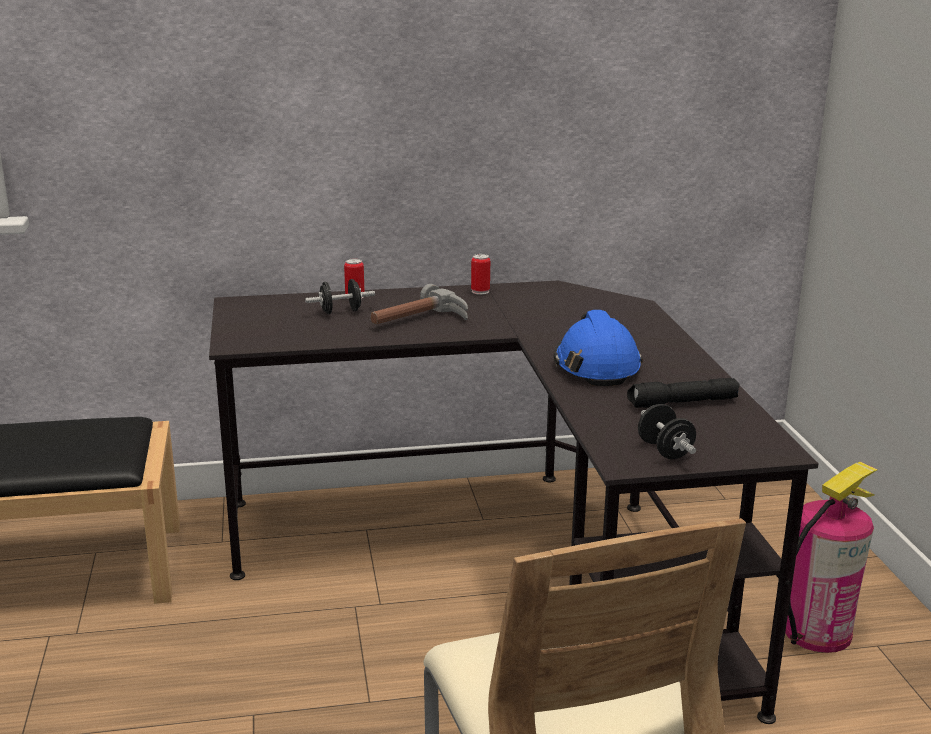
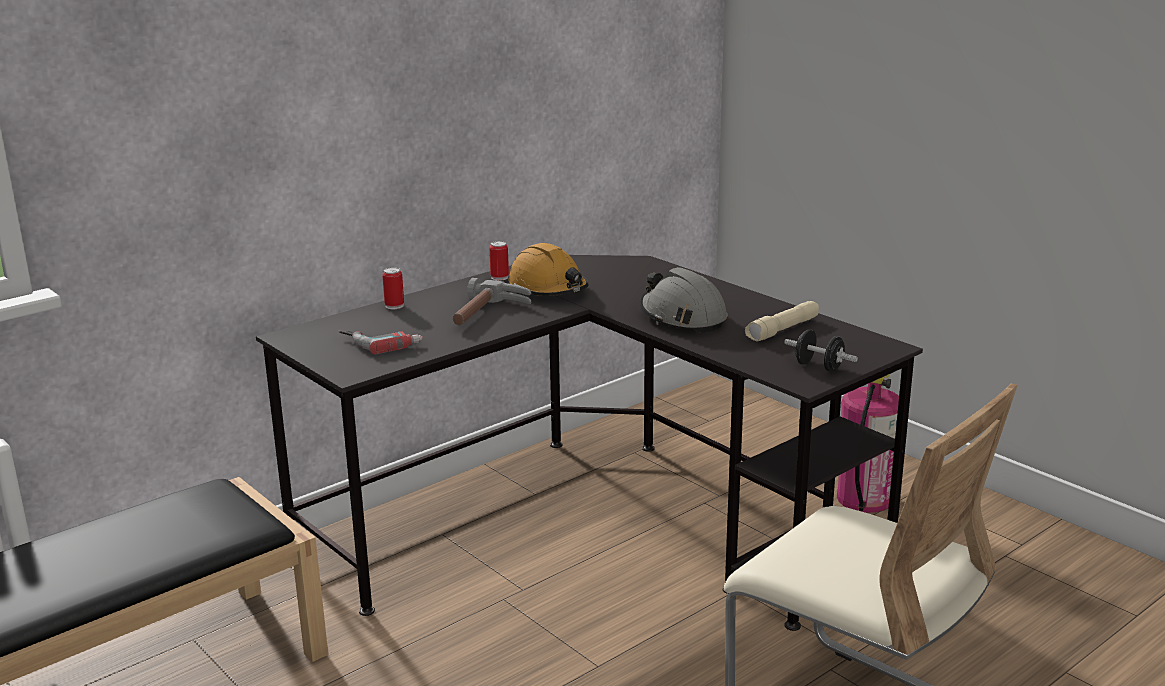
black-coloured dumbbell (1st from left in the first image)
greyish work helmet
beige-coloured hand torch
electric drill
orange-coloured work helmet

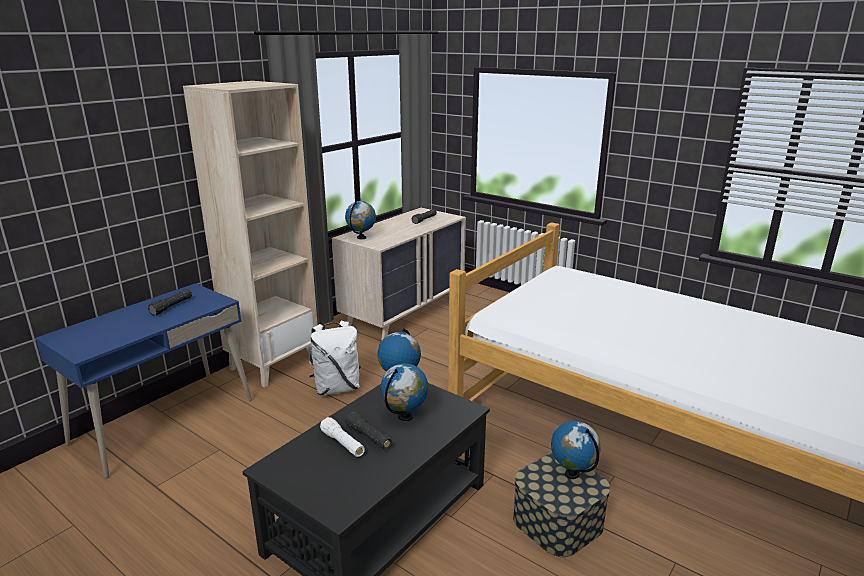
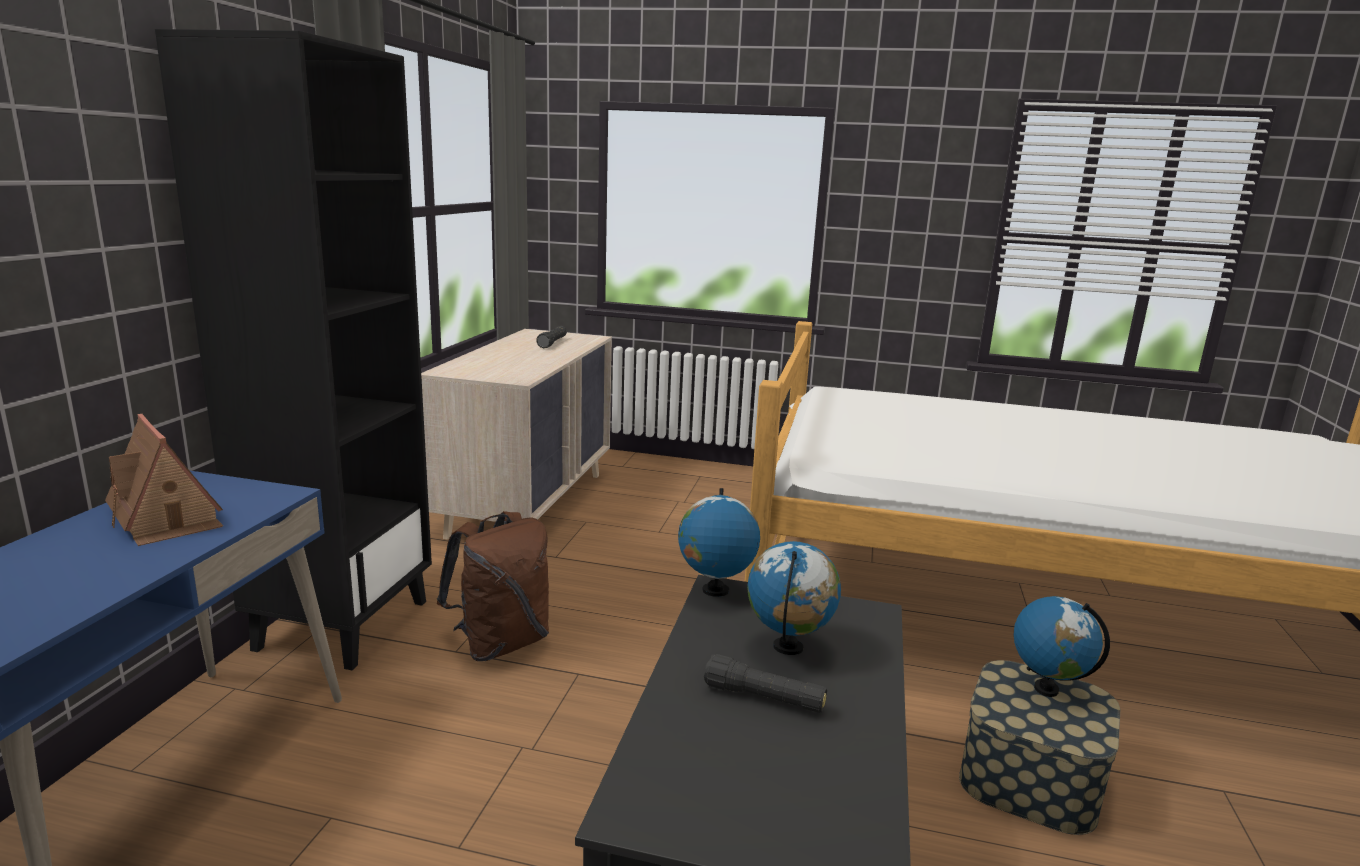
miniature house
black-coloured bookcase
brown knapsack
whitish hand torch
desk globe (1st from left in the first image)

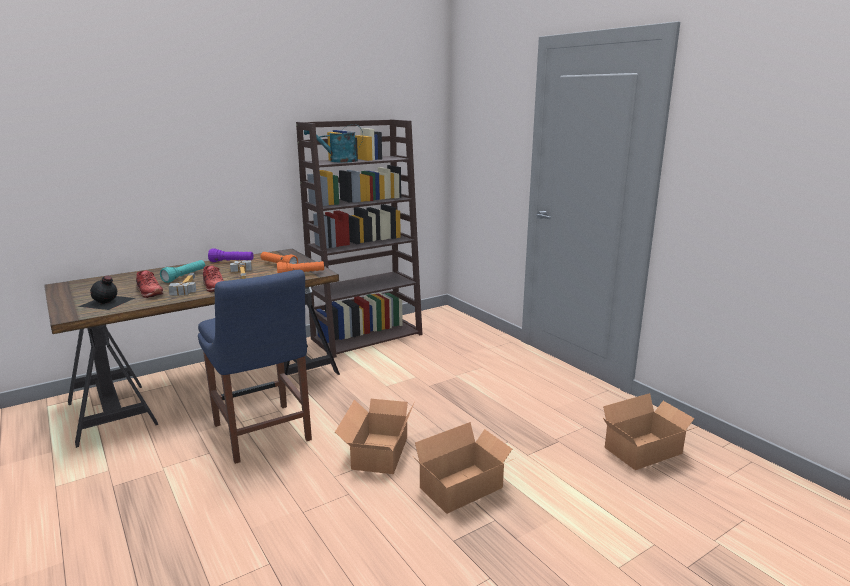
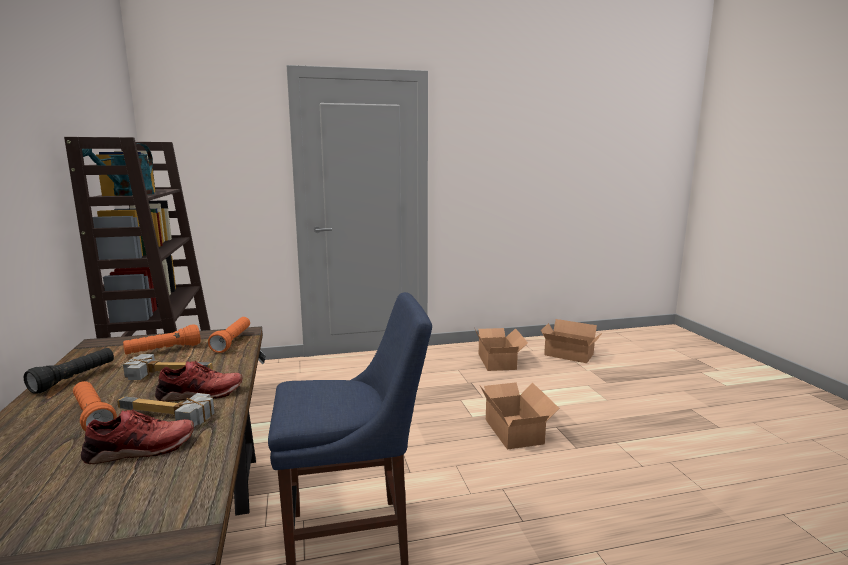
black-coloured beverage bottle
orange-coloured hand torch (1st from left)
black-coloured hand torch
cardboard box (3rd from left)

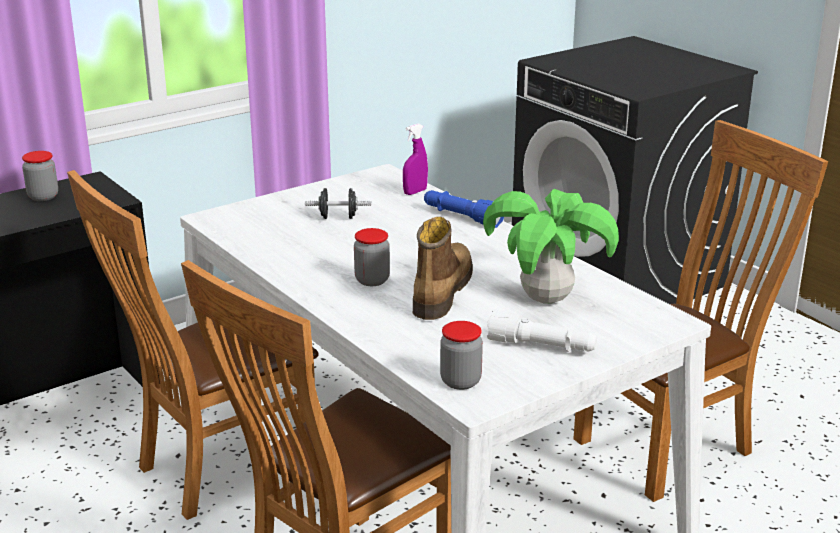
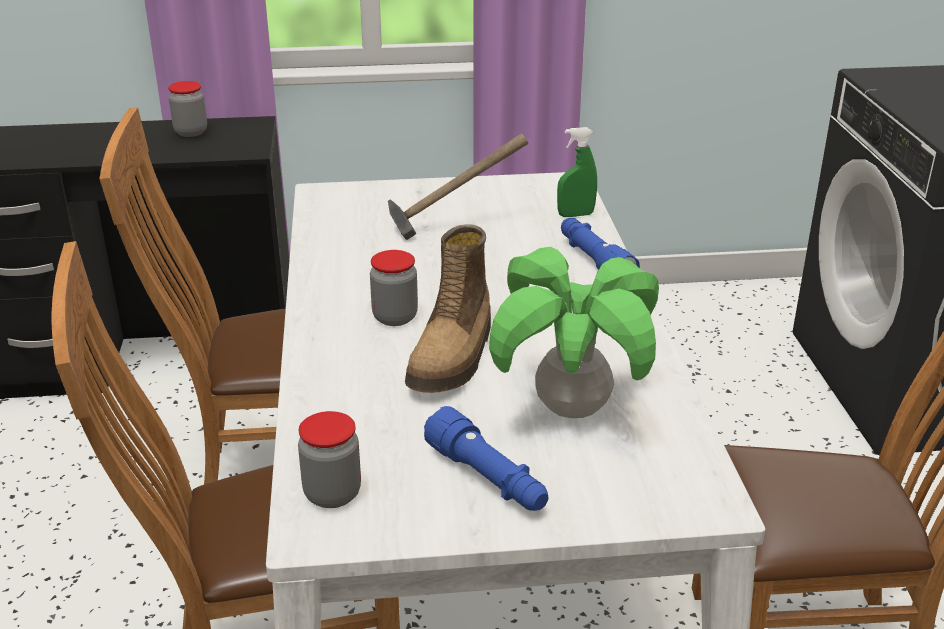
tool hammer
greenish spray bottle
boot
bluish hand torch (1st from left)

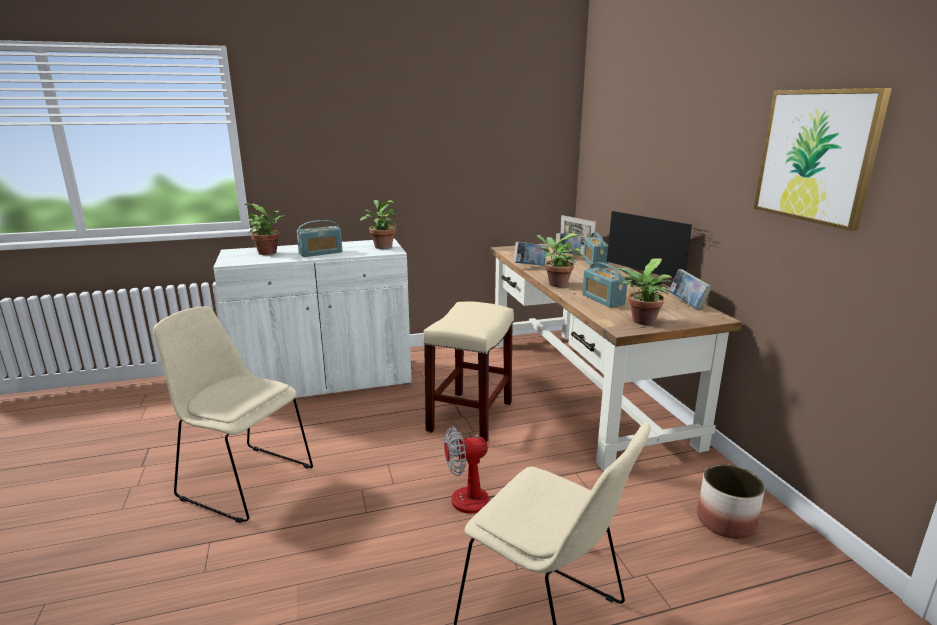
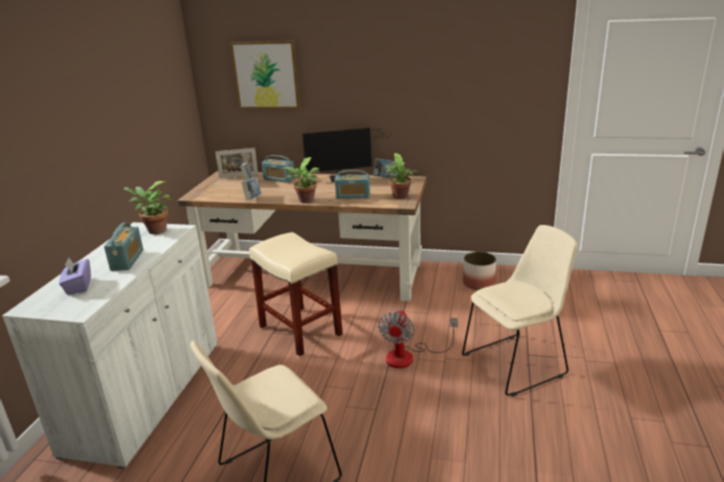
purple-coloured tissue box
wall art

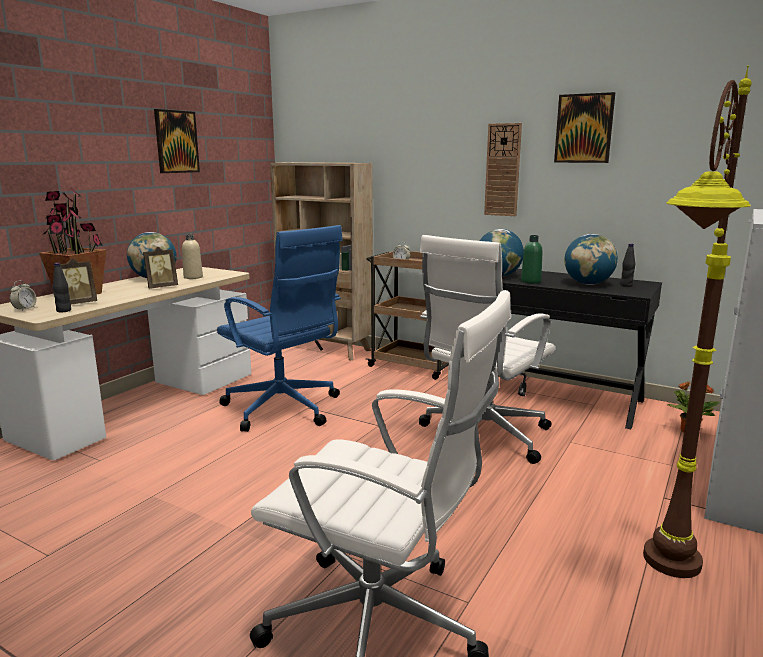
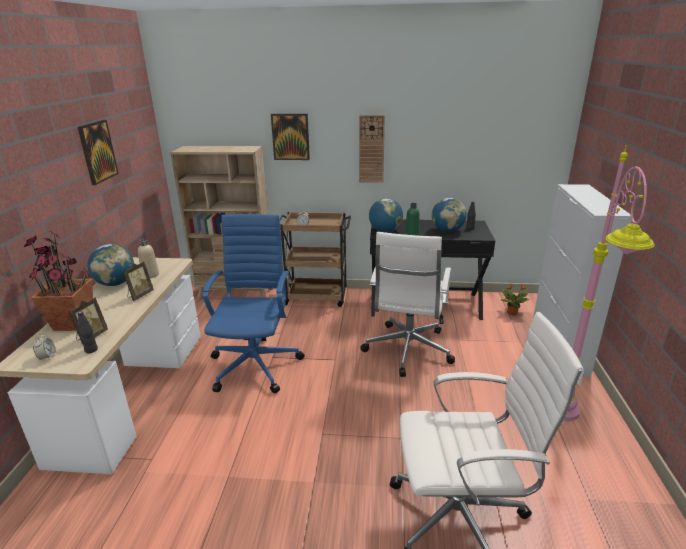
bluish computer chair
wall art (2nd from left)
pinkish standard lamp

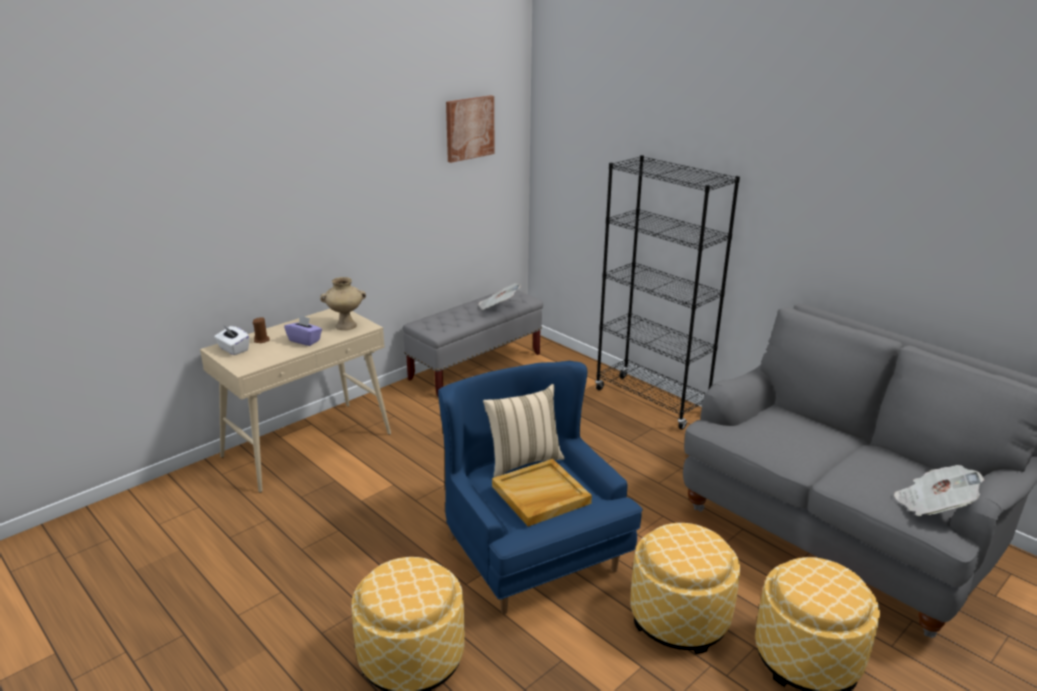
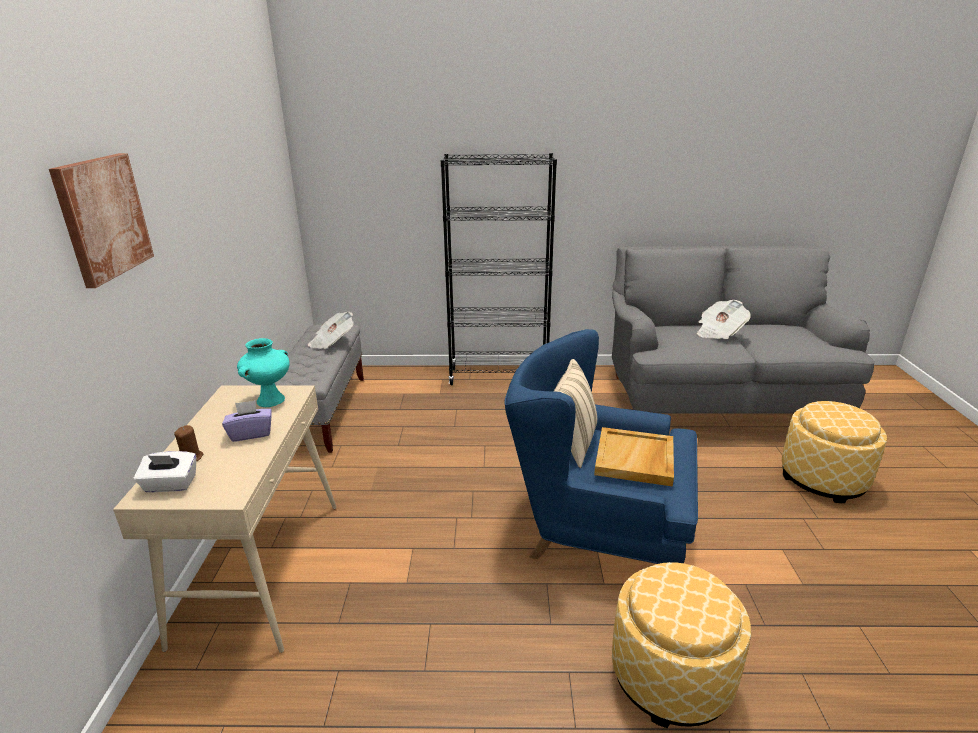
blue-green decorative vase
wall art
pouffe (2nd from left in the first image)
printed paper (2nd from left)

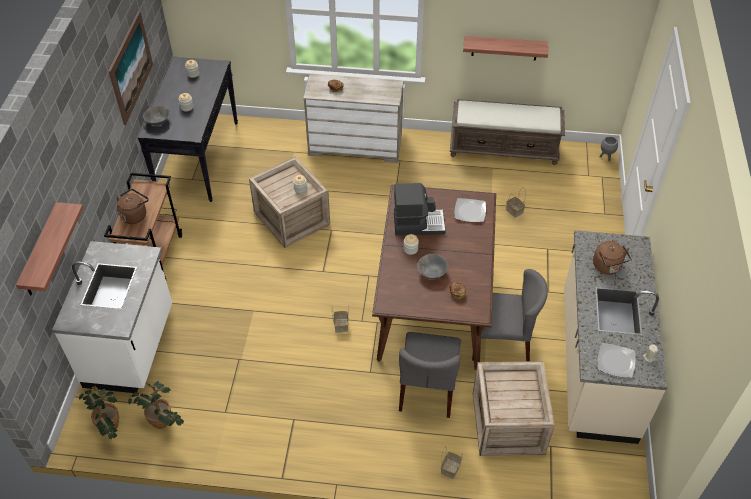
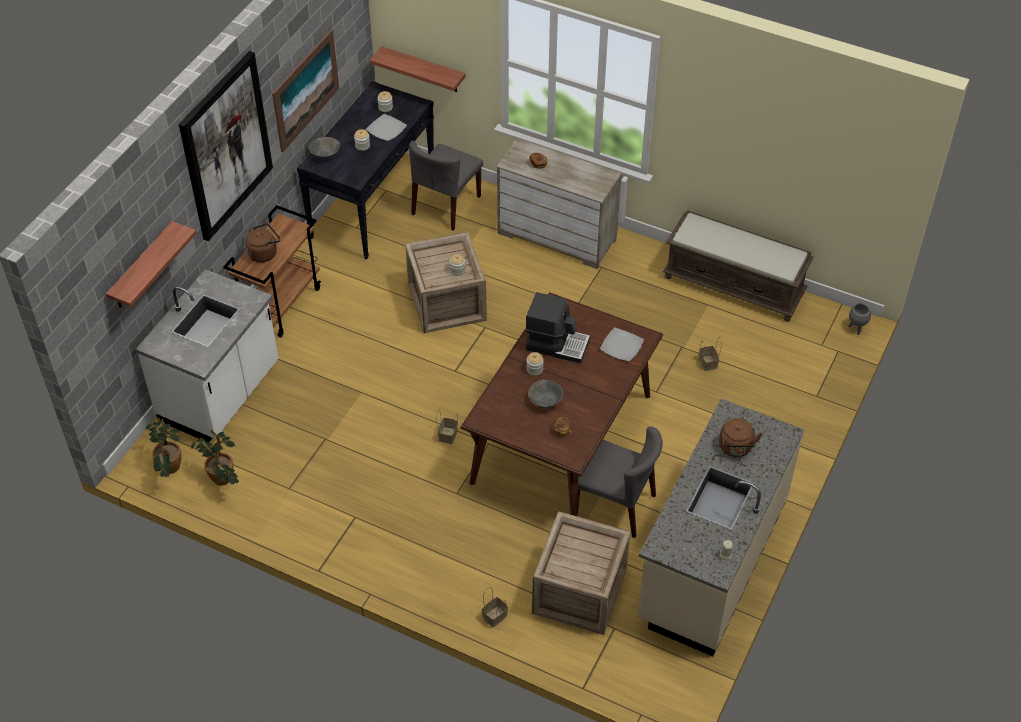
greyish plain chair (1st from left)
wall shelf (2nd from left)
dinner plate (1st from left)
wall art (1st from left)

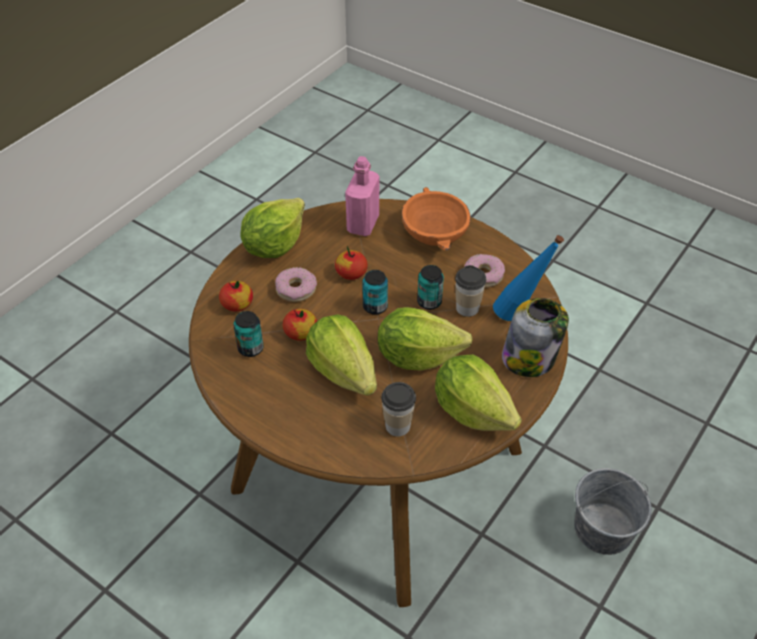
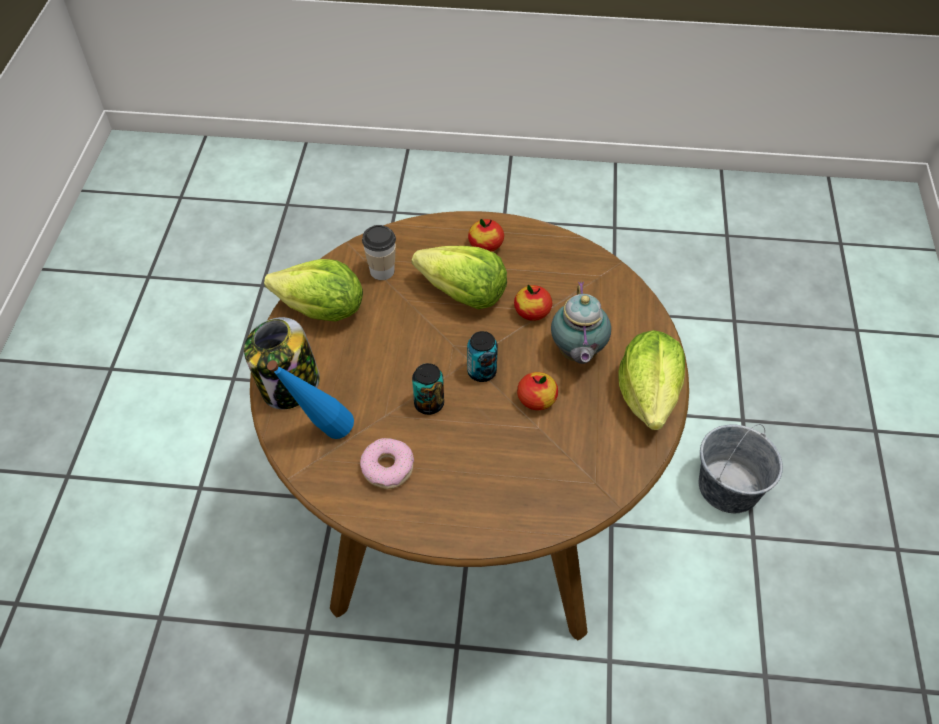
apple fruit (1st from left)
metal can (1st from left in the first image)
teapot
pinkish beverage bottle
lettuce head (3rd from left in the first image)
orange-coloured deep dish
drinking cup (2nd from left in the first image)
greyish water bucket

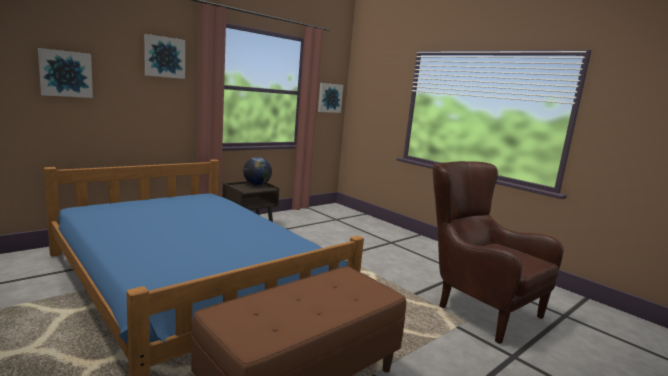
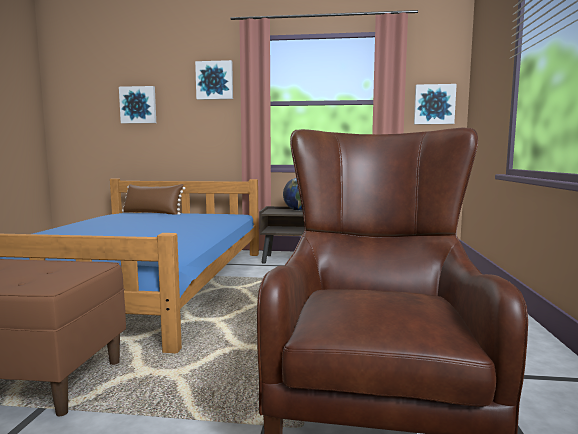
brown throw pillow

